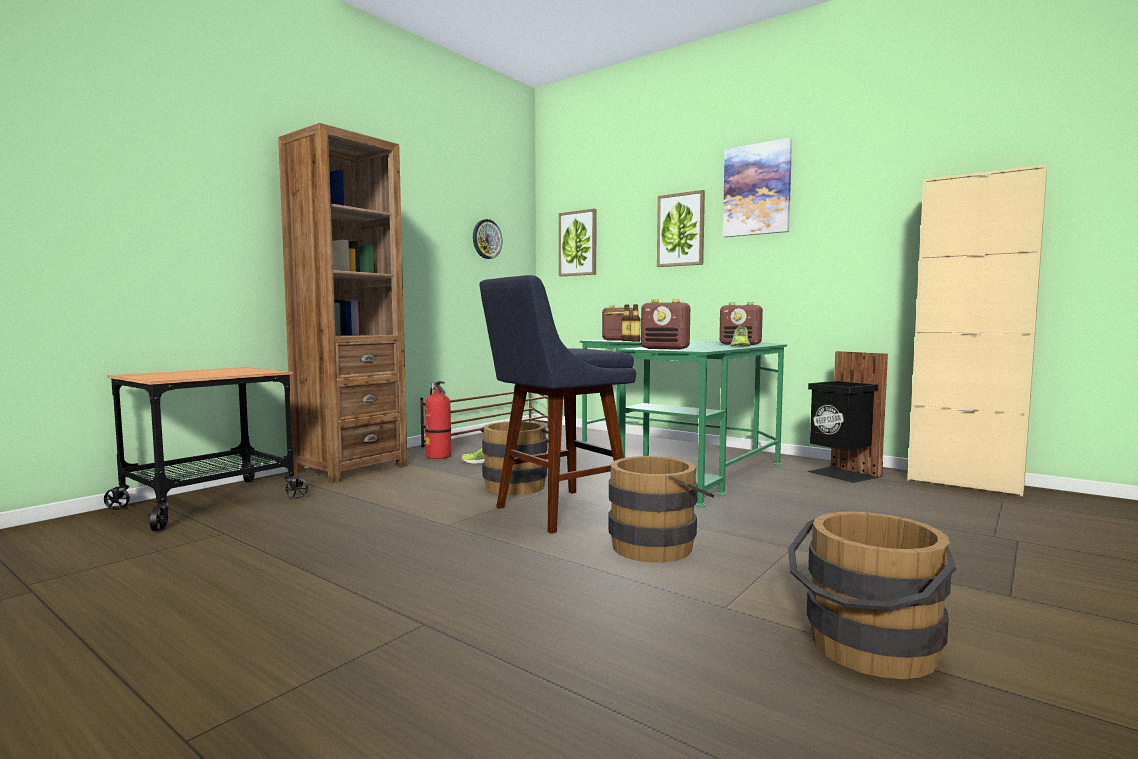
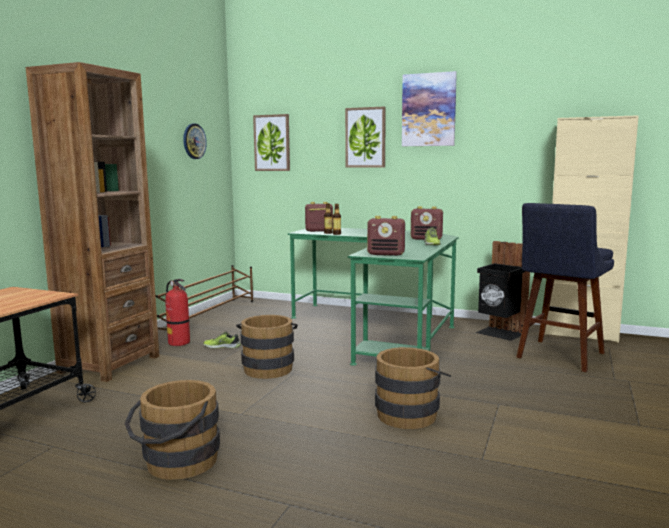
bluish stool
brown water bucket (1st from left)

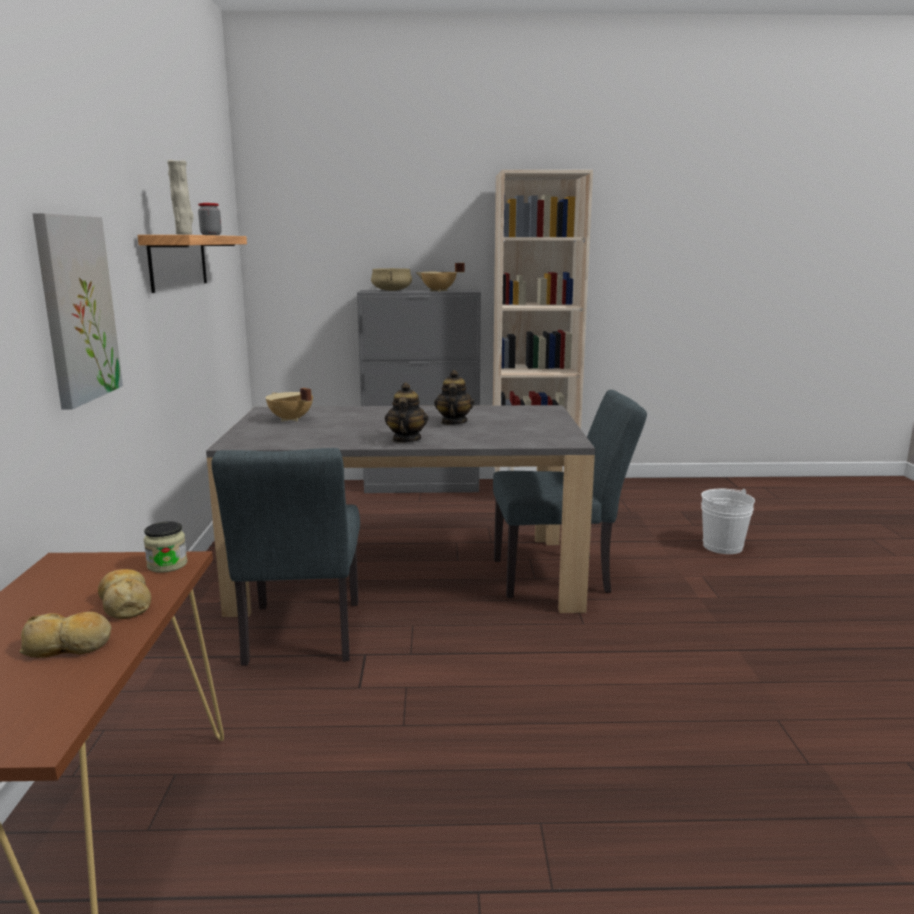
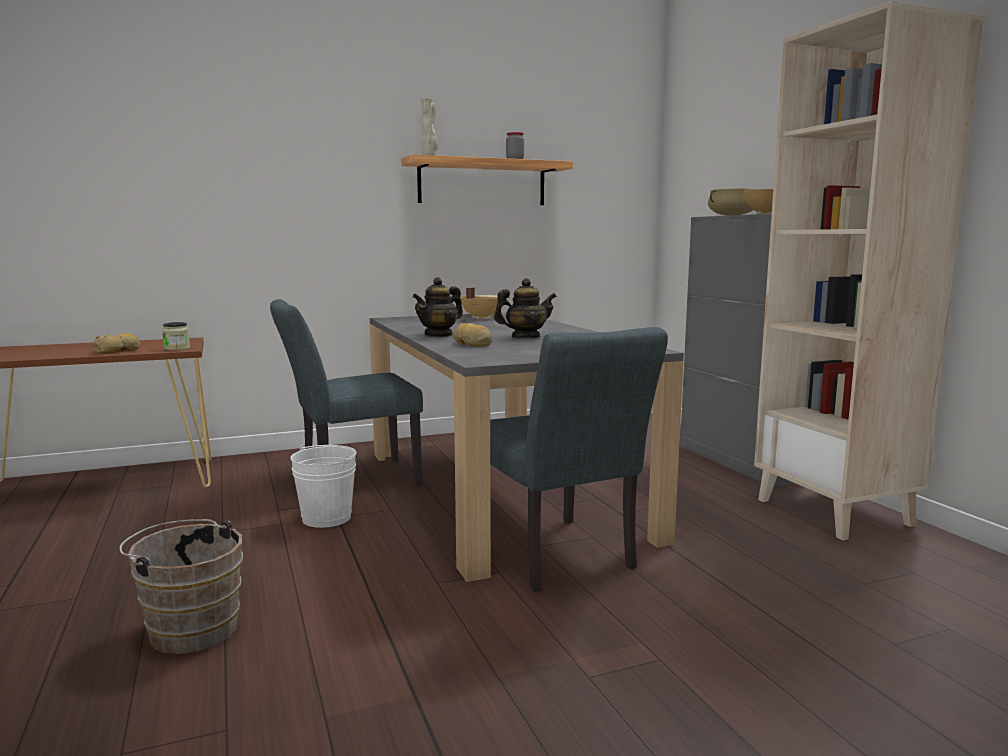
baked bread (2nd from left)
wall art
teapot (1st from left)
whitish water bucket
brown water bucket

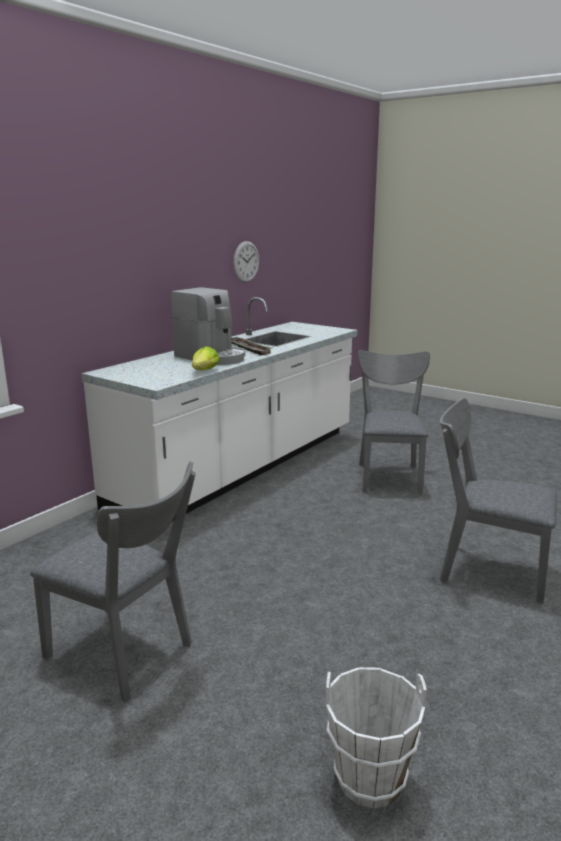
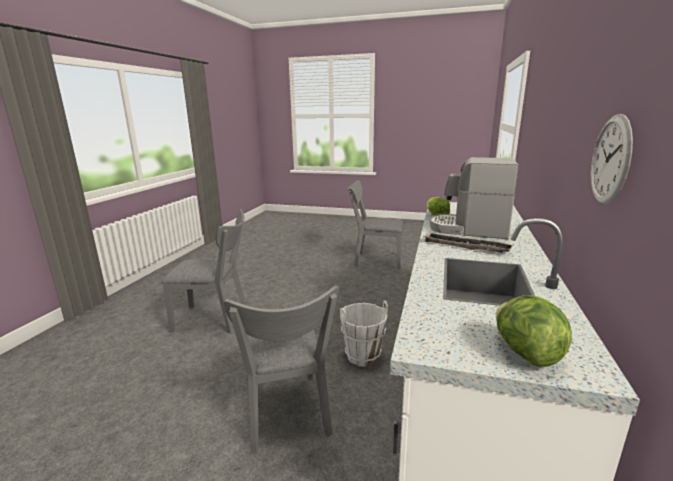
whitish water bucket
lettuce head (2nd from left)

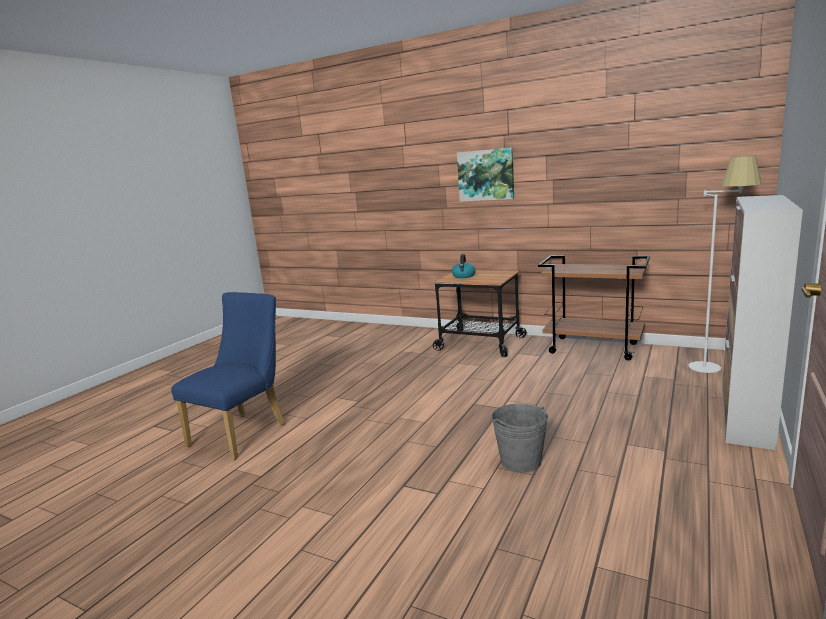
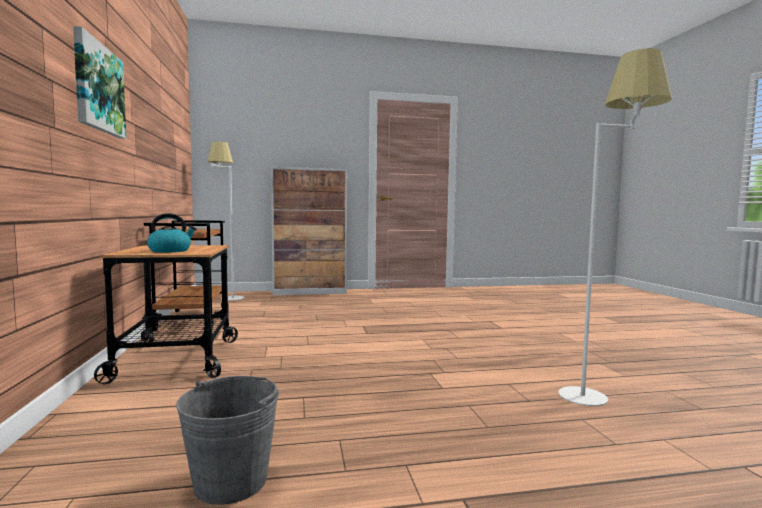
whitish standard lamp (2nd from left)
greyish water bucket

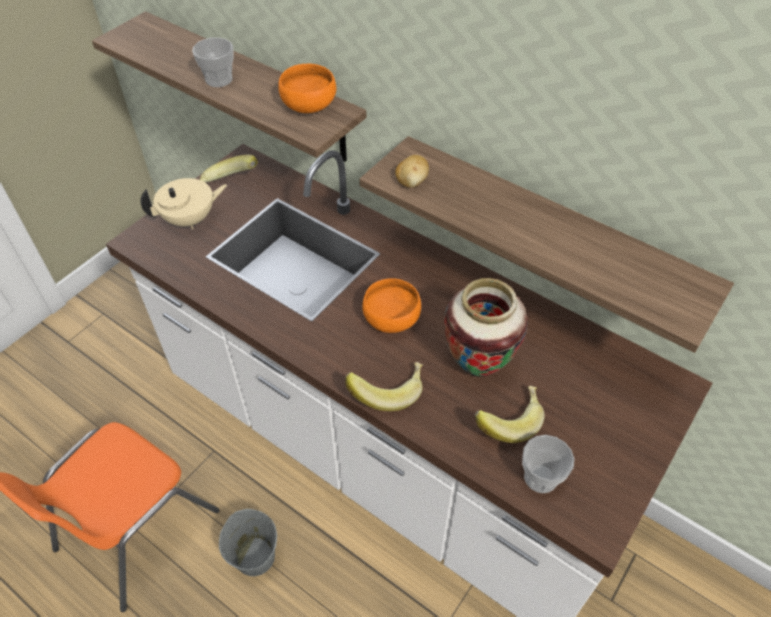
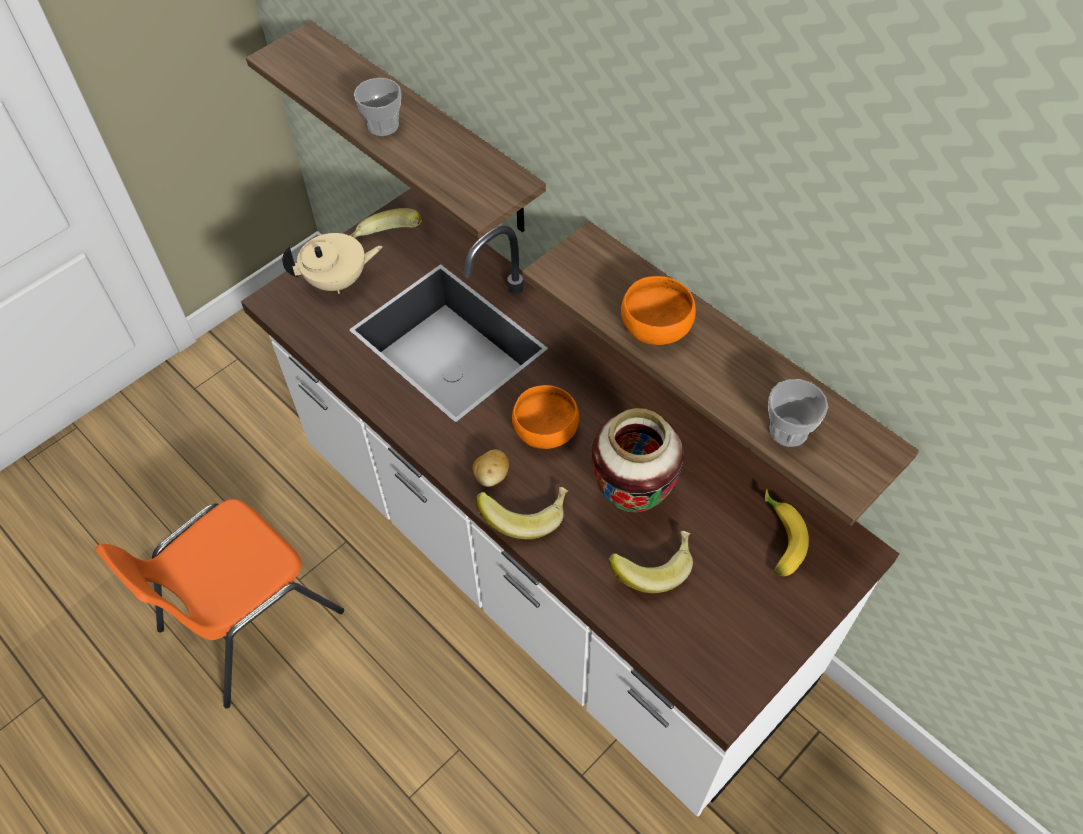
greyish water bucket
orange-coloured deep dish (2nd from left)
spud
drinking cup (2nd from left)
whole banana (4th from left)

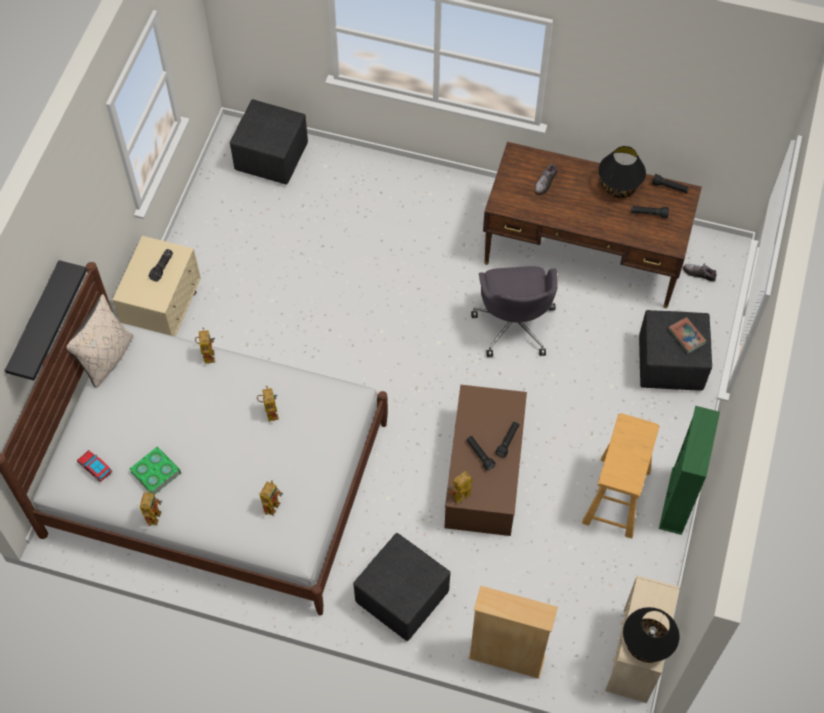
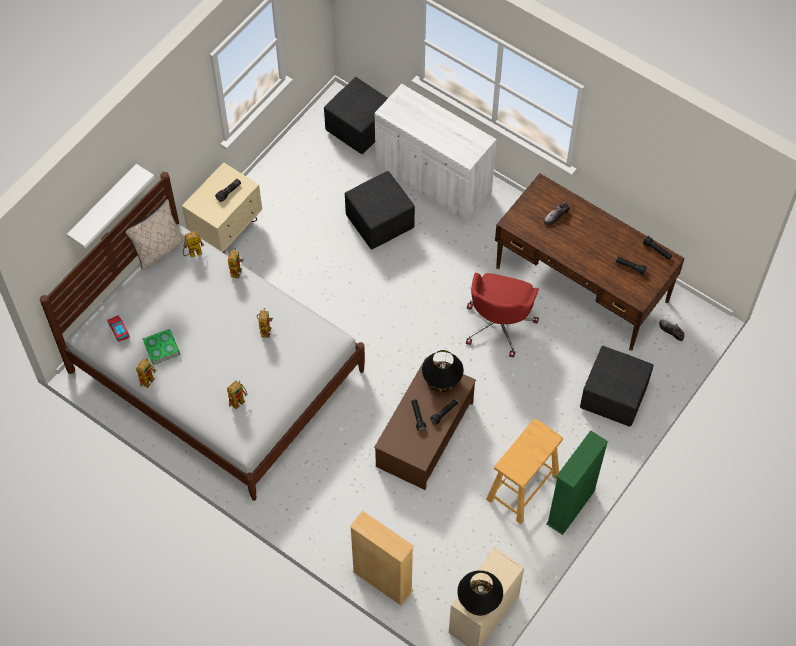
whitish wall shelf
black-coloured pouffe (2nd from left)
toy robot (2nd from left)
reddish computer chair
black-coloured lamp for a table (1st from left)
bound book (2nd from left in the first image)
whitish cabinet

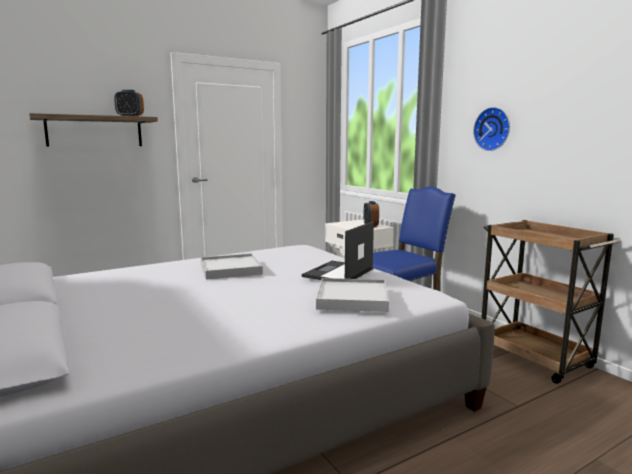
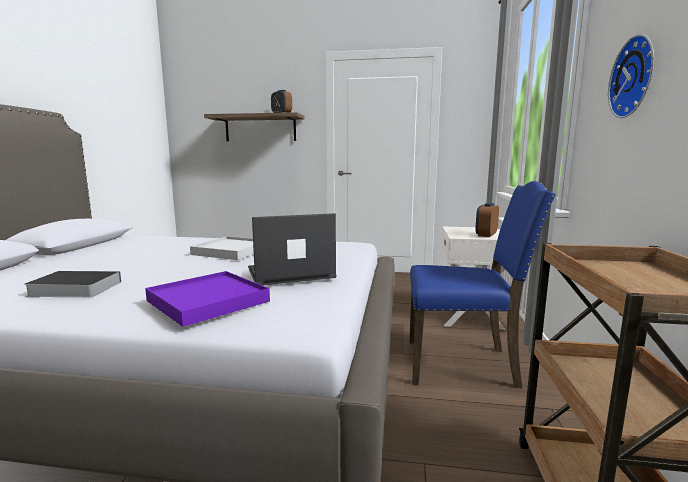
purple-coloured tray
bound book

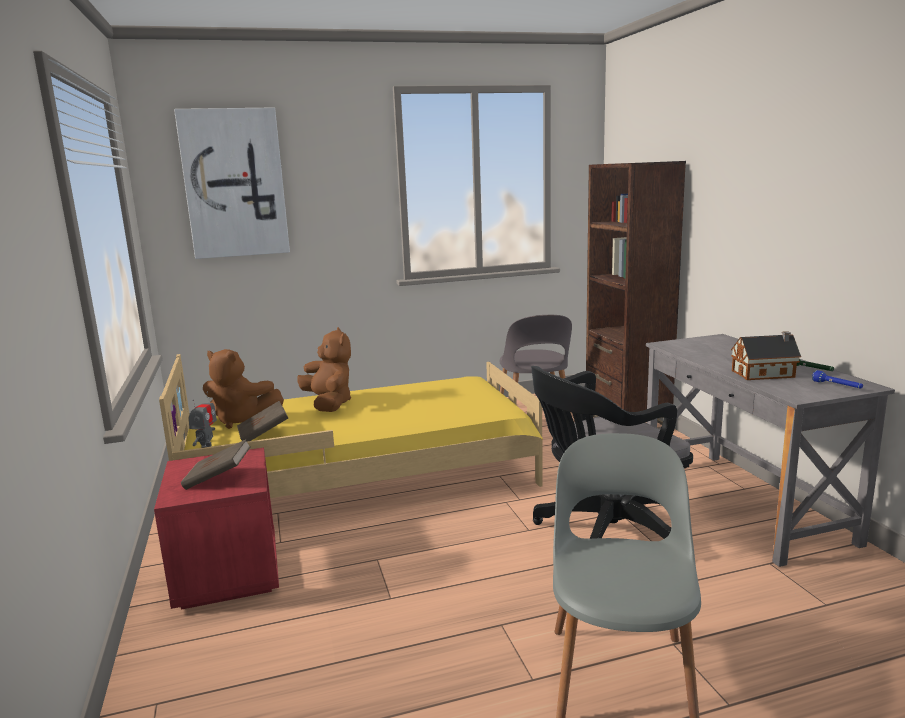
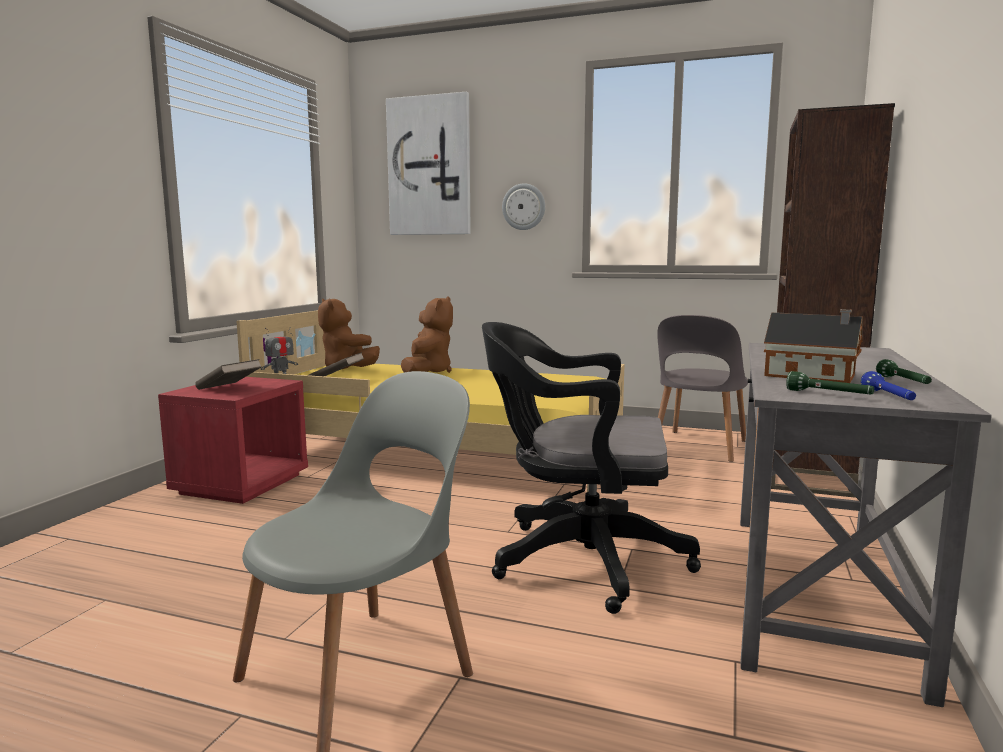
wall clock
greenish hand torch (1st from left)

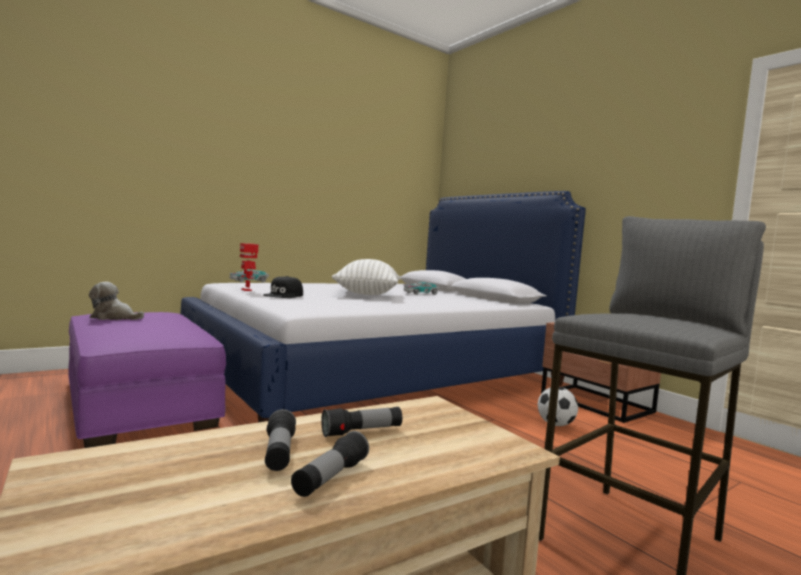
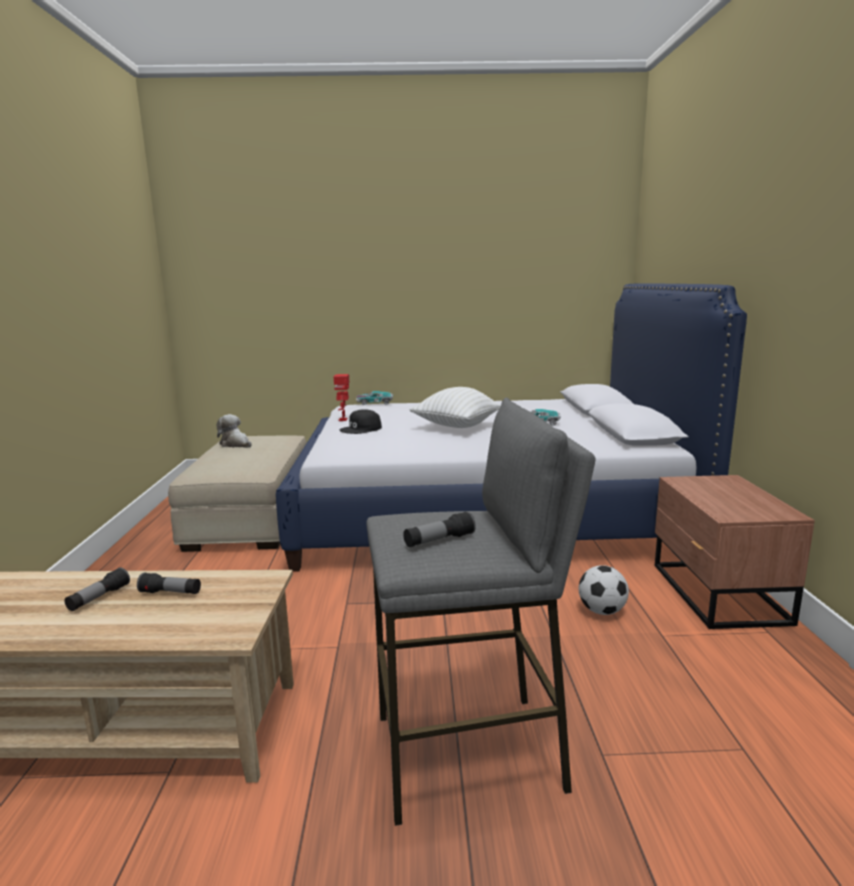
beige-coloured pouffe
hand torch (3rd from left)

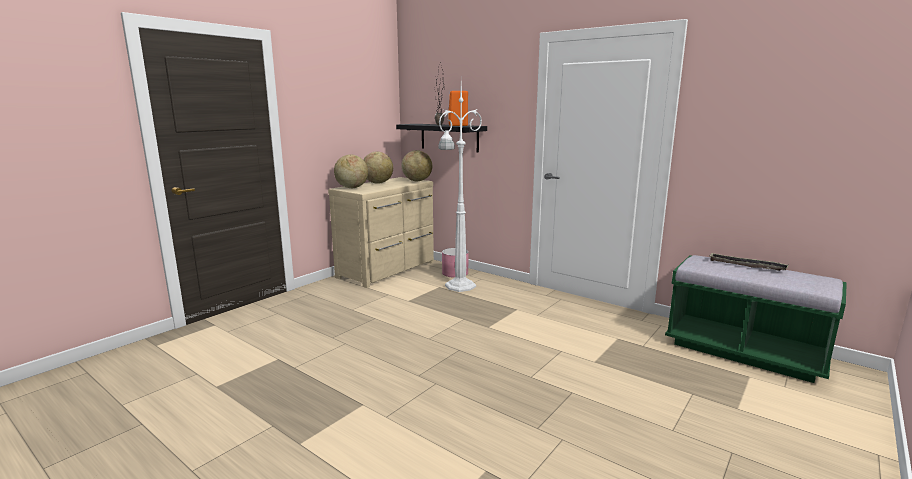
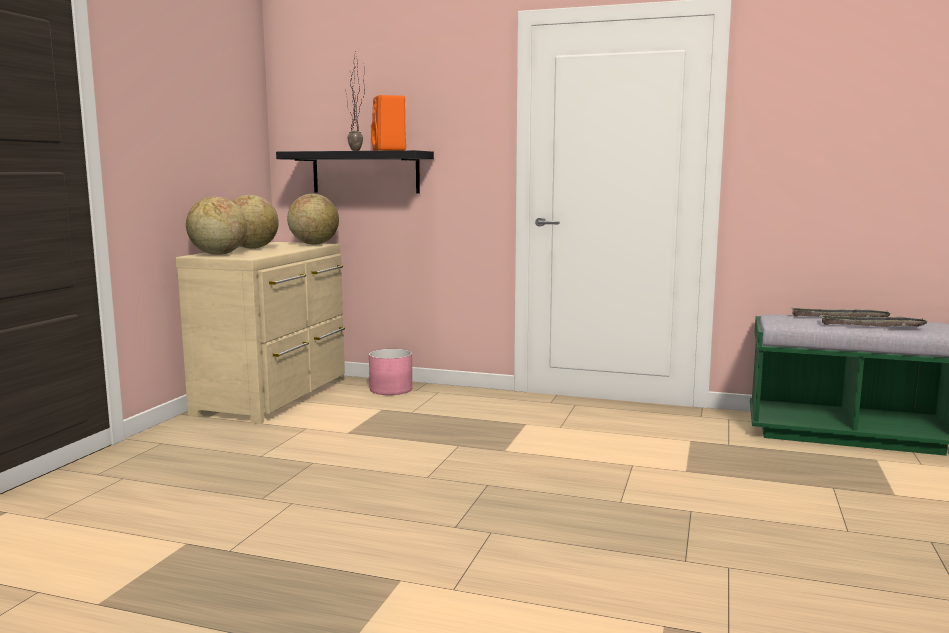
whitish standard lamp
tray (2nd from left)

